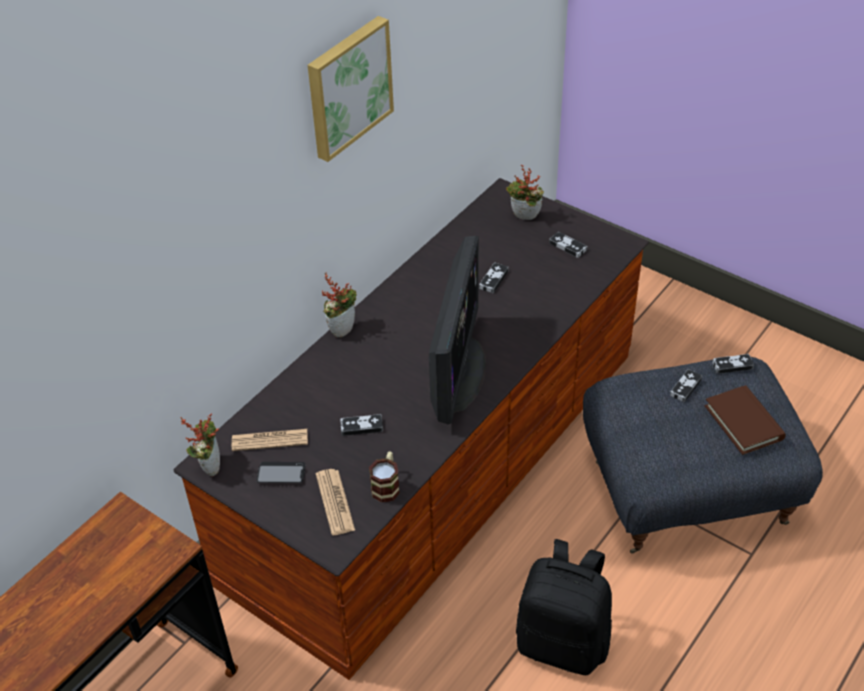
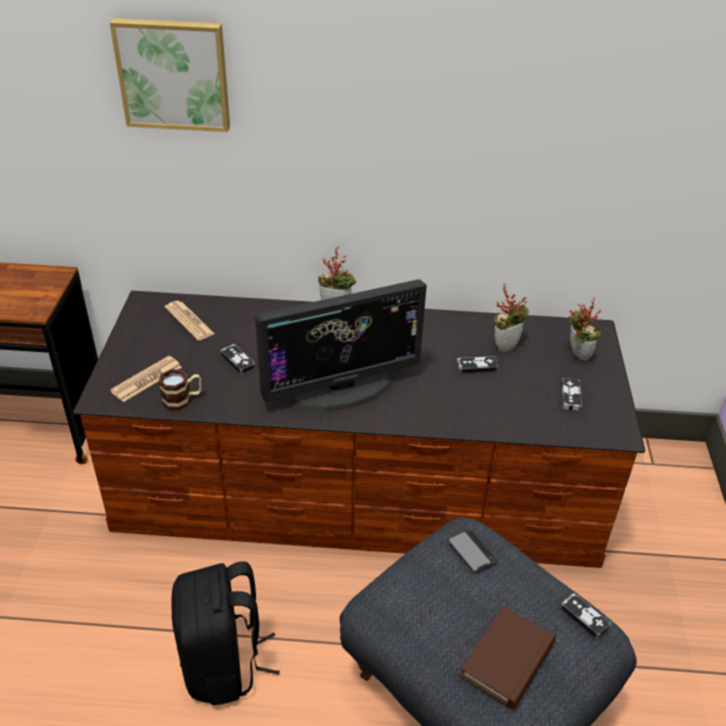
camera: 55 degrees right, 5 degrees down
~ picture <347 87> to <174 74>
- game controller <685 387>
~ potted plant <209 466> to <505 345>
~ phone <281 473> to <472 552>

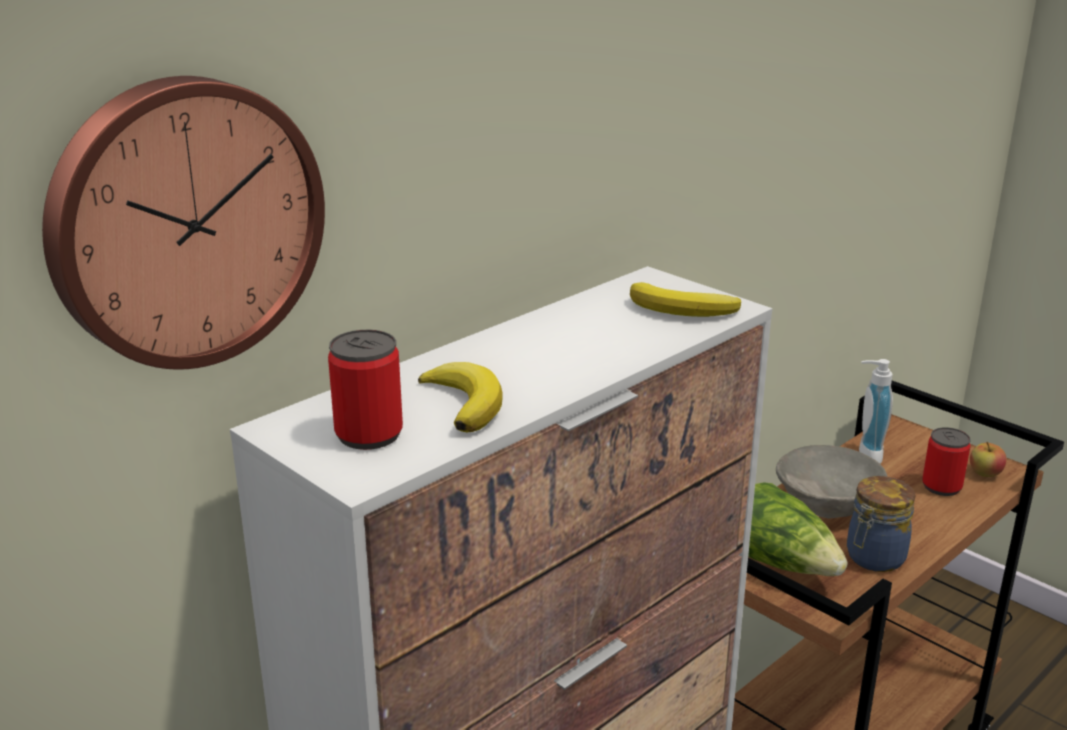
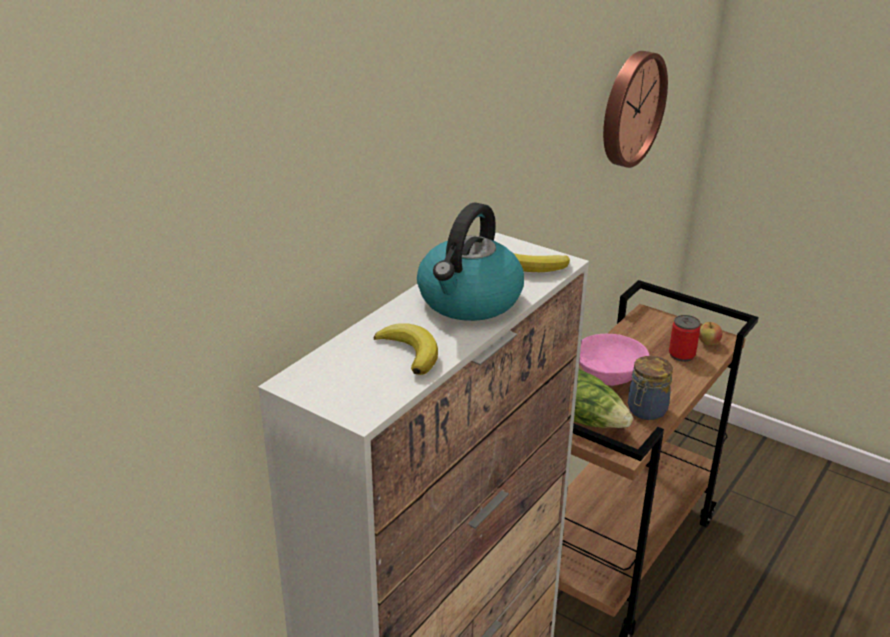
camera: 10 degrees left, 5 degrees up
~ wall clock <184 221> to <629 108>
- can <369 434>
- soap dispenser <865 454>
~ grey bowl <829 505> to pink bowl <610 375>
+ kettle <469 301>

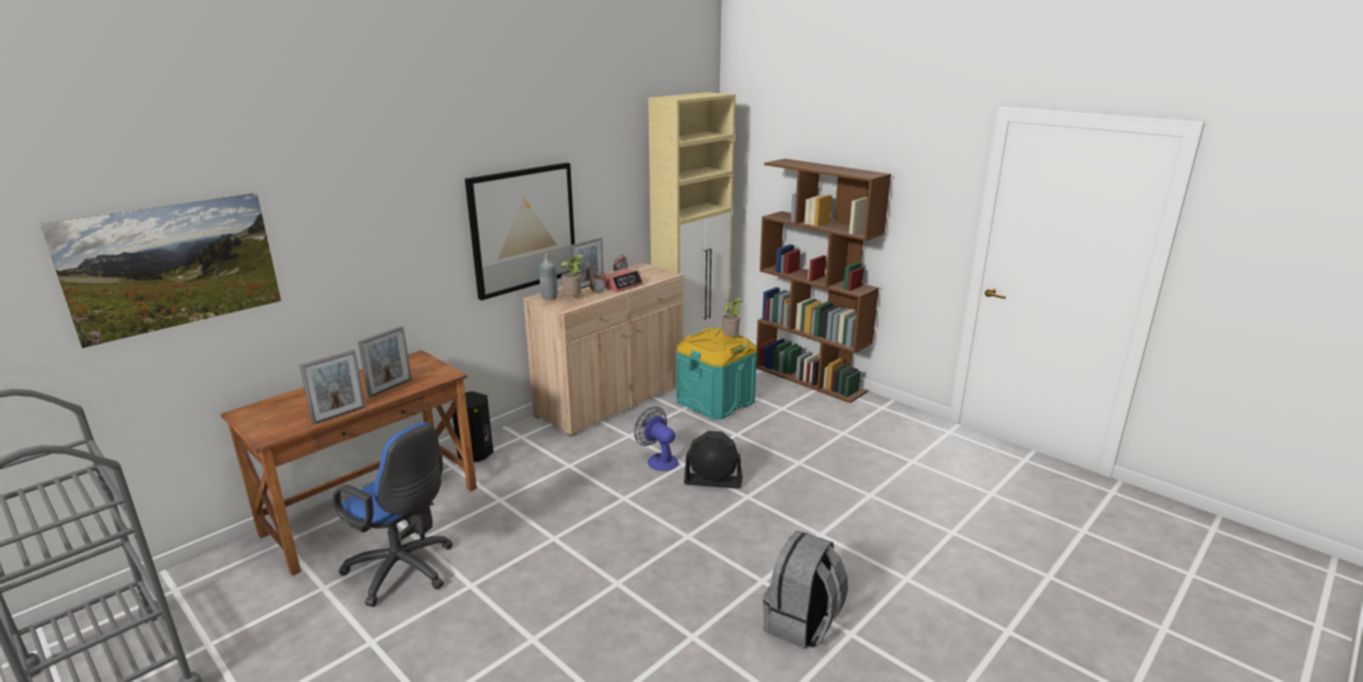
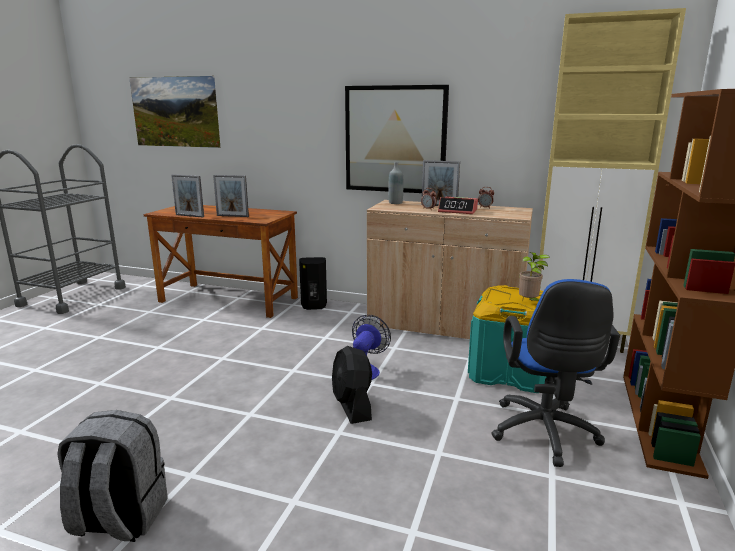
camera: 65 degrees right, 5 degrees down
- potted plant <574 299>
~ blue office chair <405 571> to <544 435>

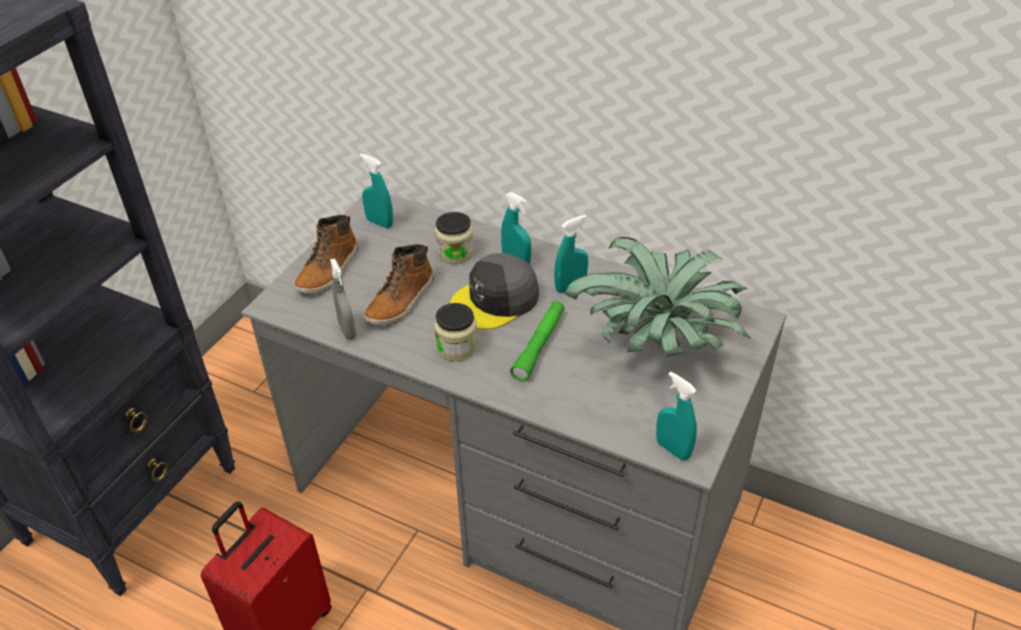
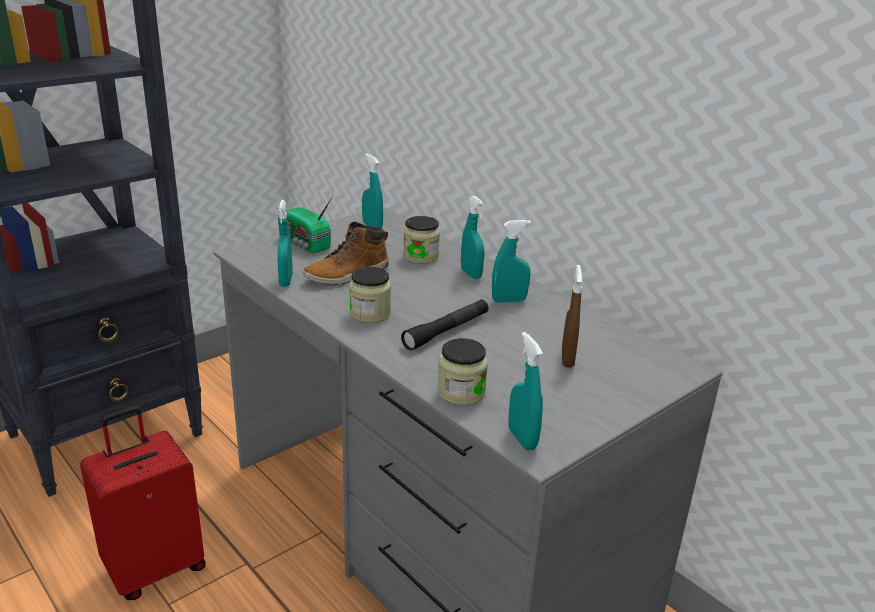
camera: 20 degrees right, 15 degrees down
~ boot <329 271> to radio <304 244>
~ potted plant <659 343> to brown spray bottle <567 359>
- grey cap <495 300>
~ grey spray bottle <347 330> to turquoise spray bottle <286 281>
~ green flashlight <539 345> to black flashlight <446 331>
+ jar <461 393>

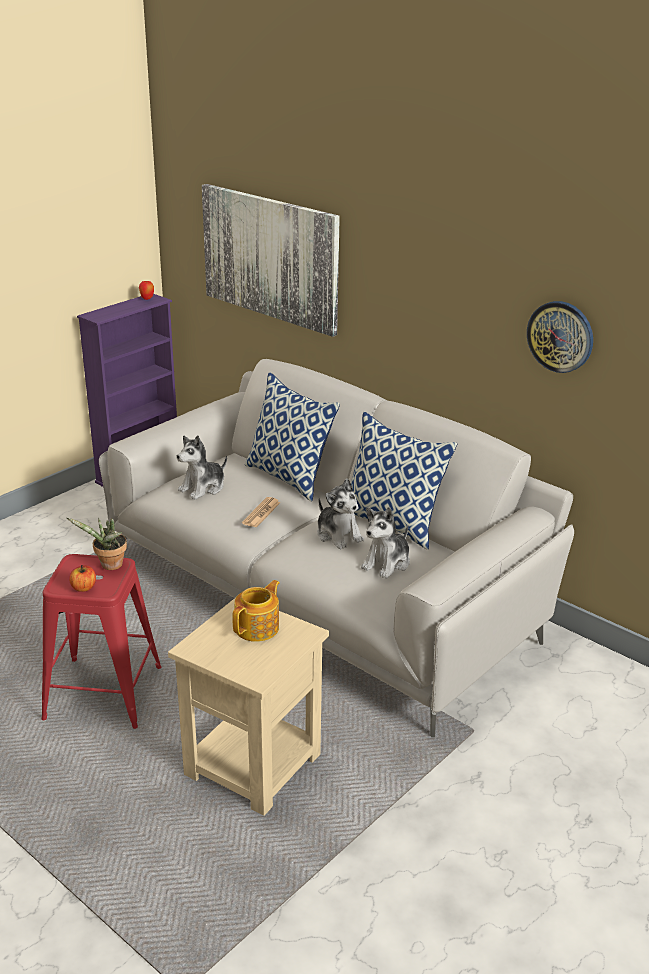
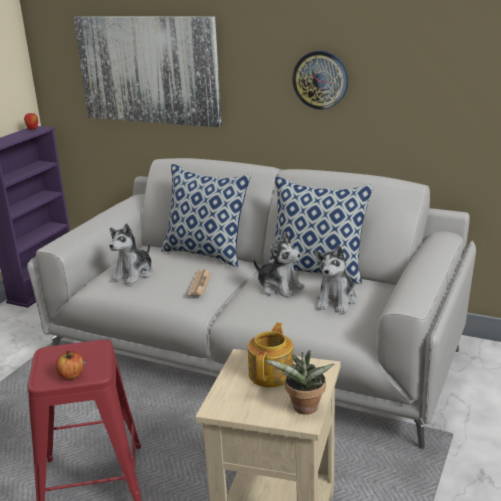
camera: 15 degrees left, 5 degrees down
~ wall clock <560 336> to <320 80>
~ potted plant <109 566> to <304 409>

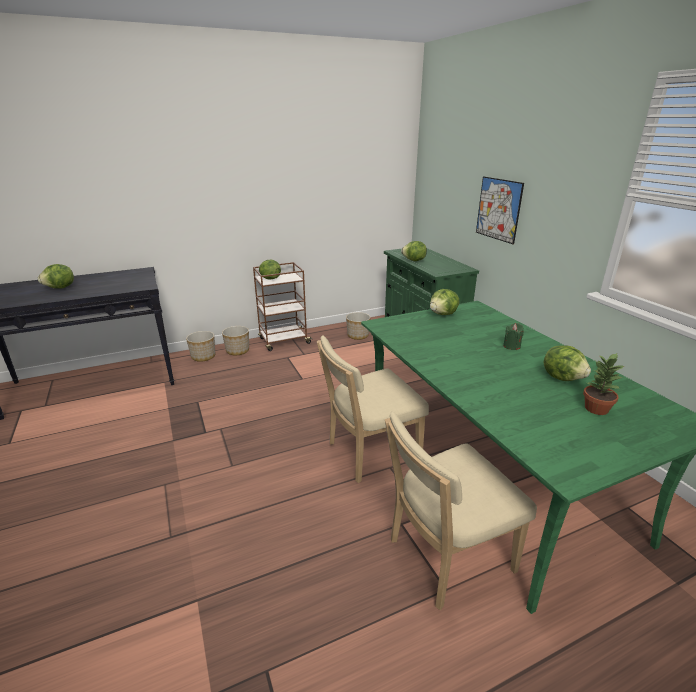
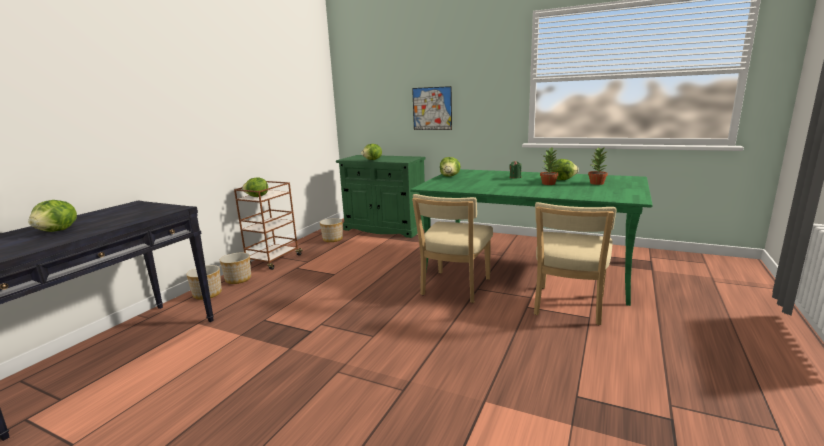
camera: 40 degrees left, 10 degrees down
+ potted plant <549 183>

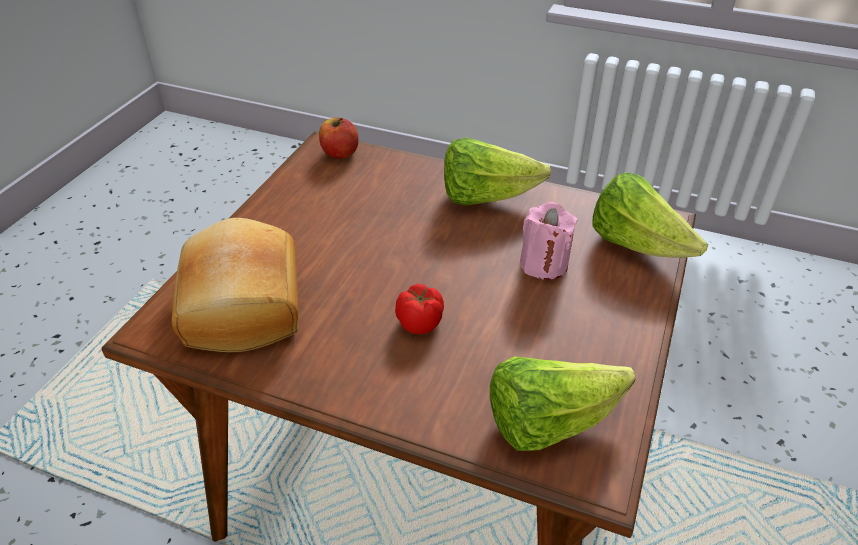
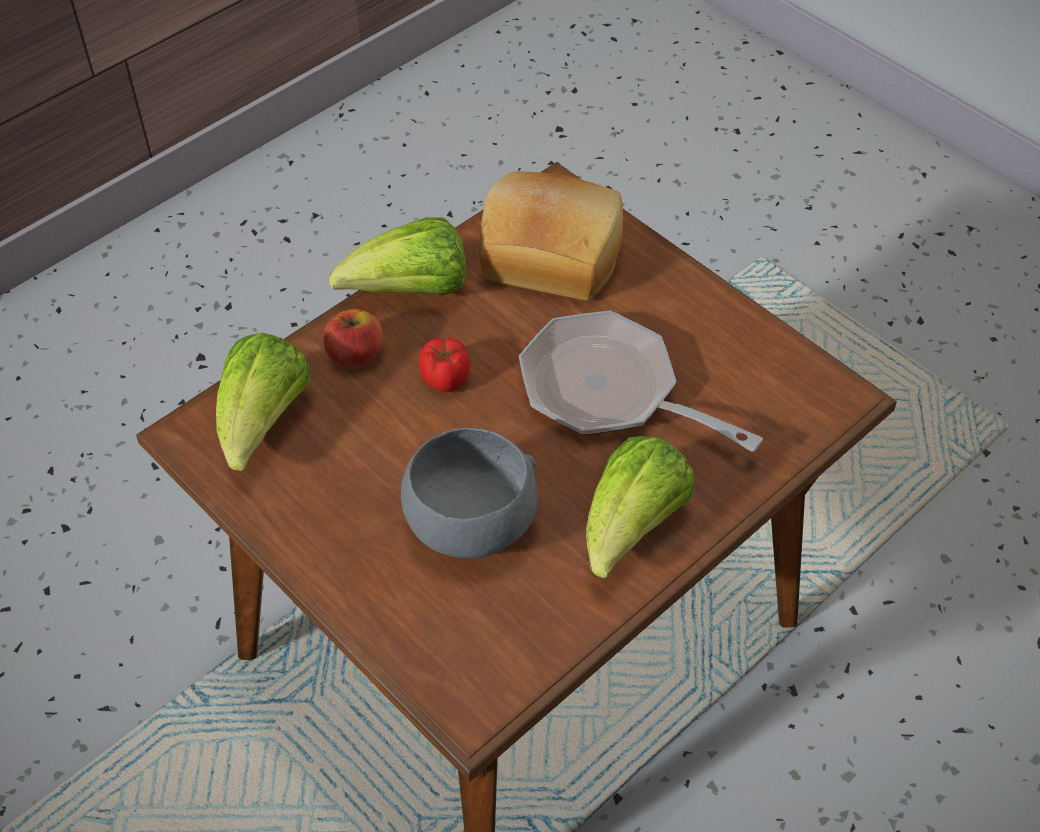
camera: 115 degrees right, 10 degrees up
~ apple <339 153> to <355 354>
~ lettuce <637 245> to <411 291>
~ pink candle <544 264> to grey bowl <468 526>
+ frying pan <610 391>

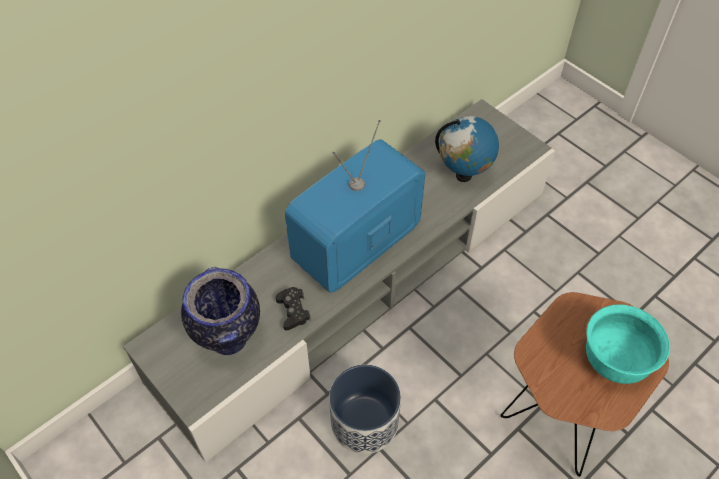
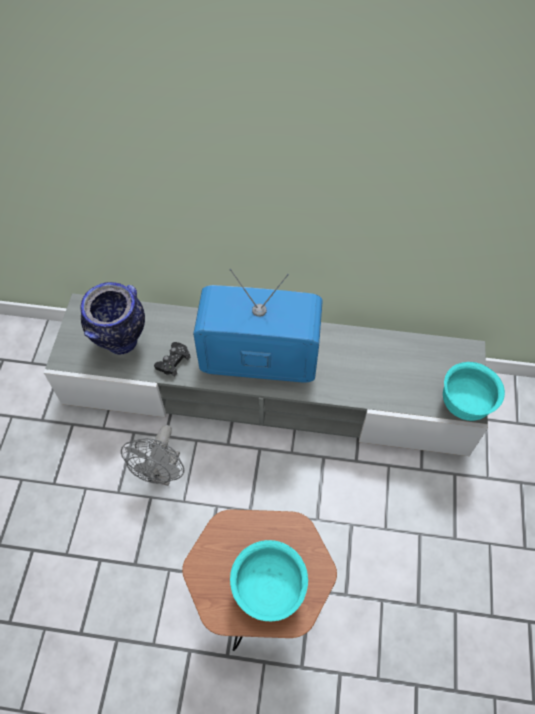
camera: 50 degrees right, 5 degrees up
- globe <463 175>
~ planter <364 421> to grey fan <162 473>
+ turquoise bowl <464 404>

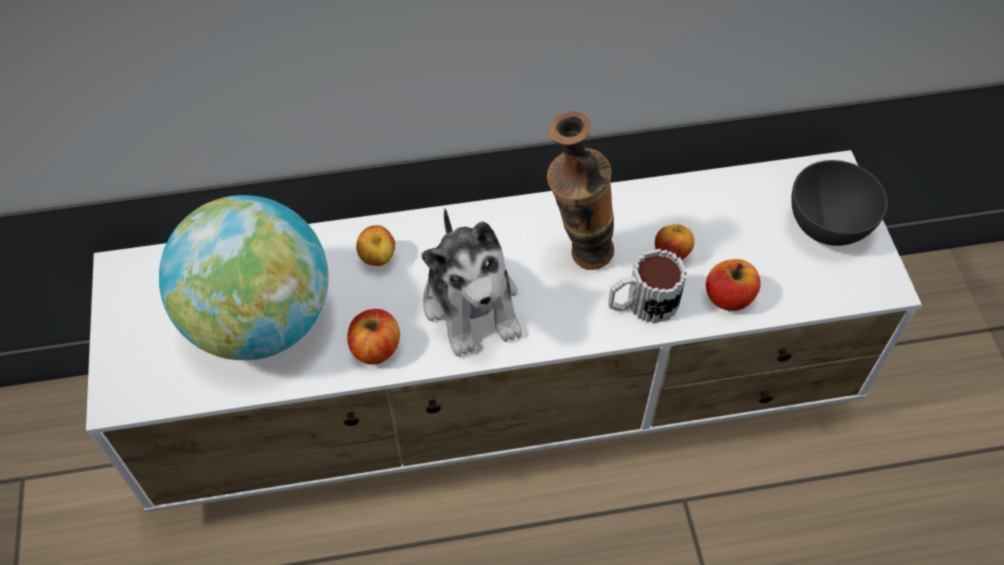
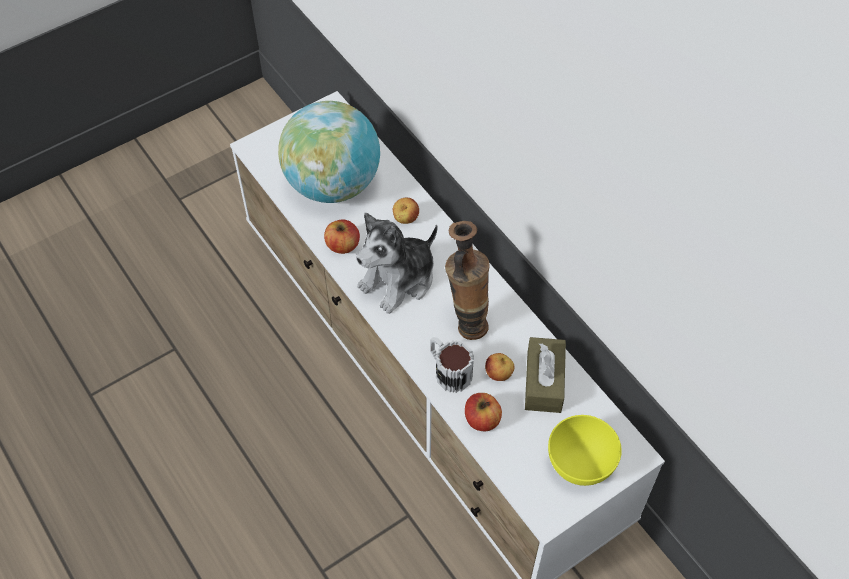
camera: 65 degrees right, 0 degrees up
~ grey bowl <826 225> to yellow bowl <580 463>
+ brown tissue box <544 382>

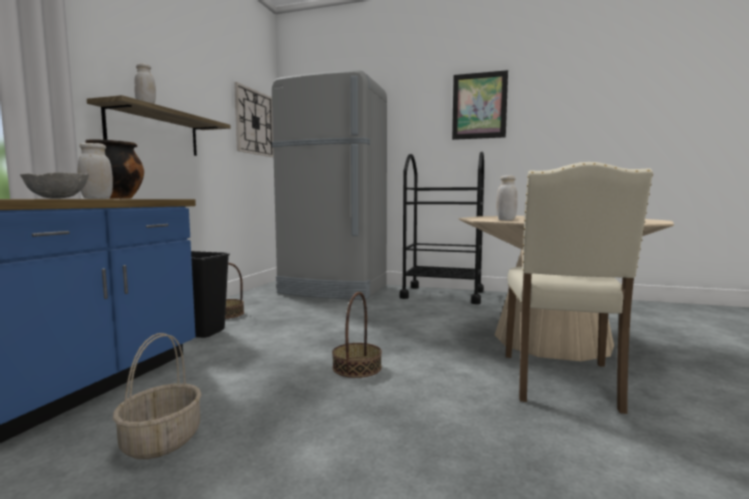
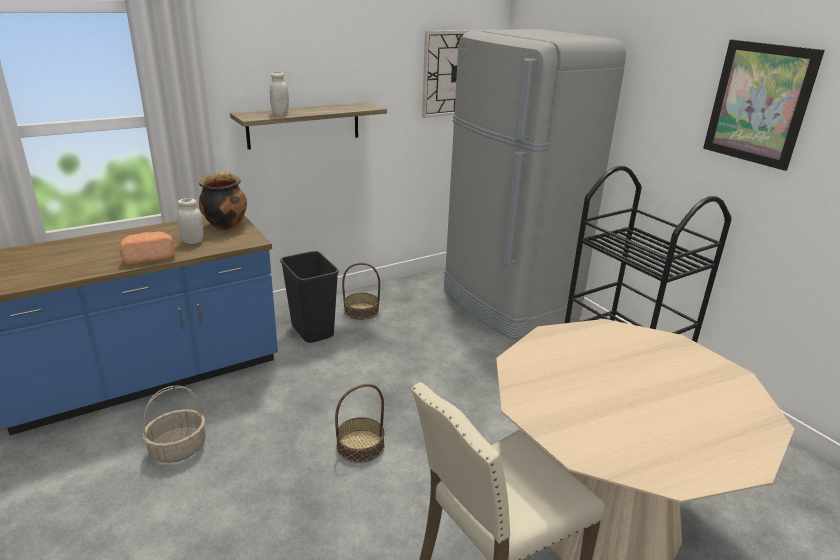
camera: 40 degrees right, 20 degrees up
~ grey bowl <58 198> to bread <149 257>
- white jar <506 220>

